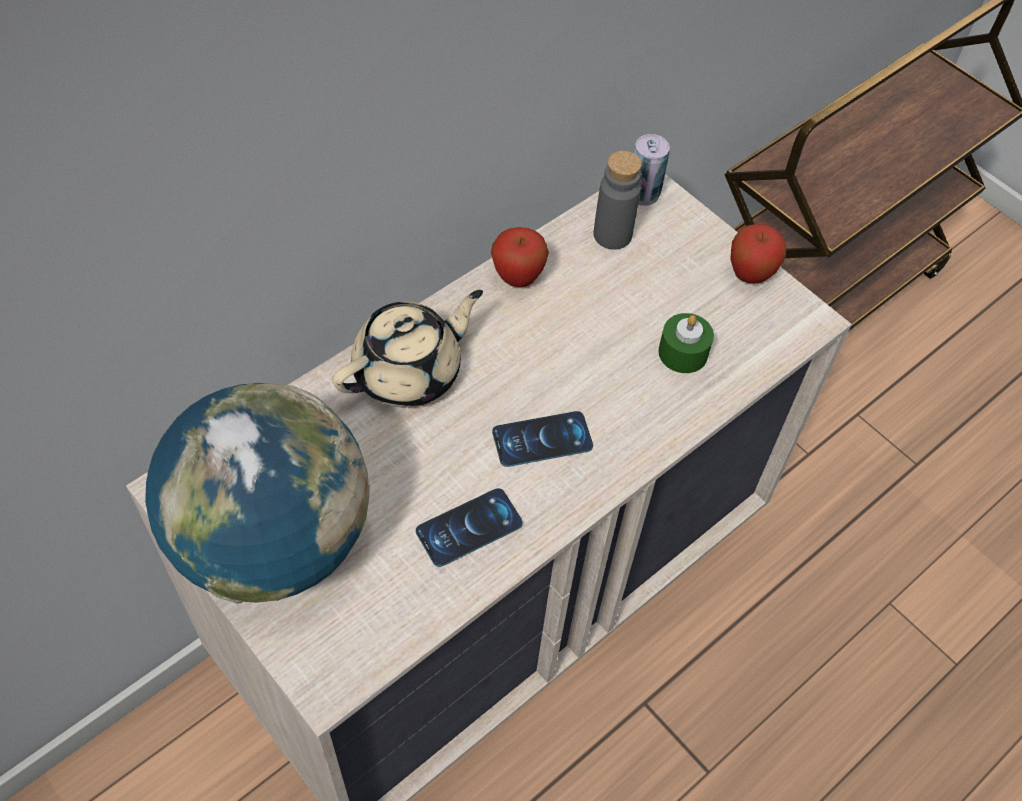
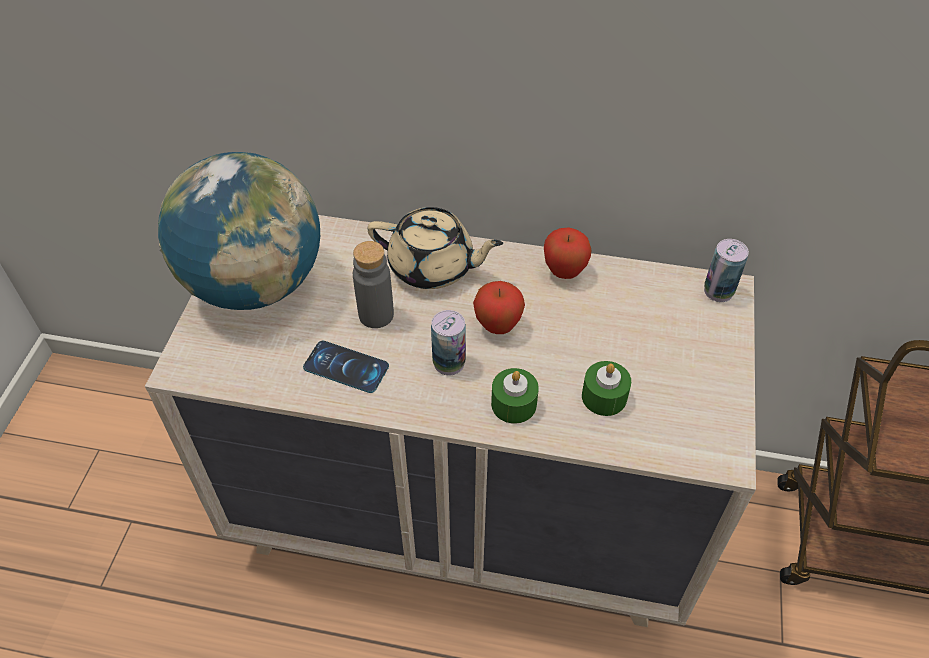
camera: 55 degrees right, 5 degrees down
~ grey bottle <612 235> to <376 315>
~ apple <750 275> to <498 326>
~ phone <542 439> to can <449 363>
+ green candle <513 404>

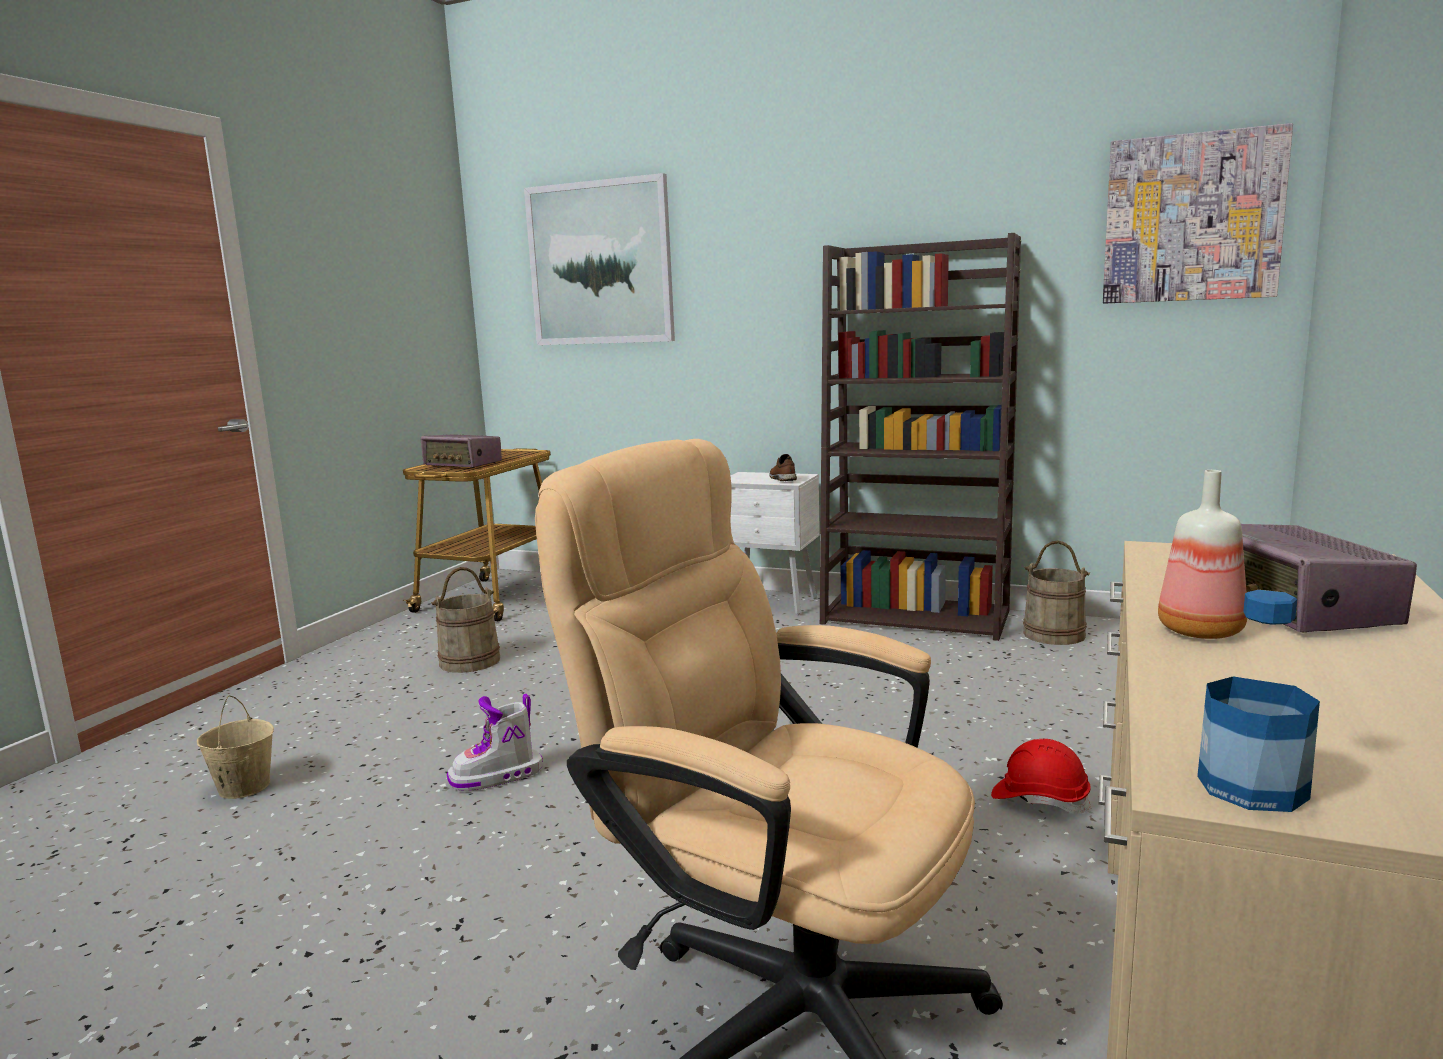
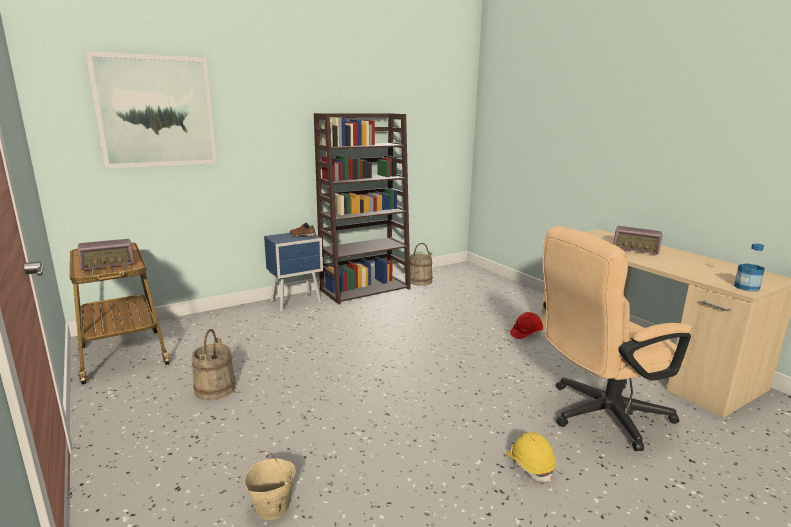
camera: 55 degrees left, 5 degrees up
- picture <1192 218>
- bottle <1202 632>
~ white nightstand <772 604> to blue nightstand <297 302>
- boot <497 776>
+ yellow hard hat <530 465>

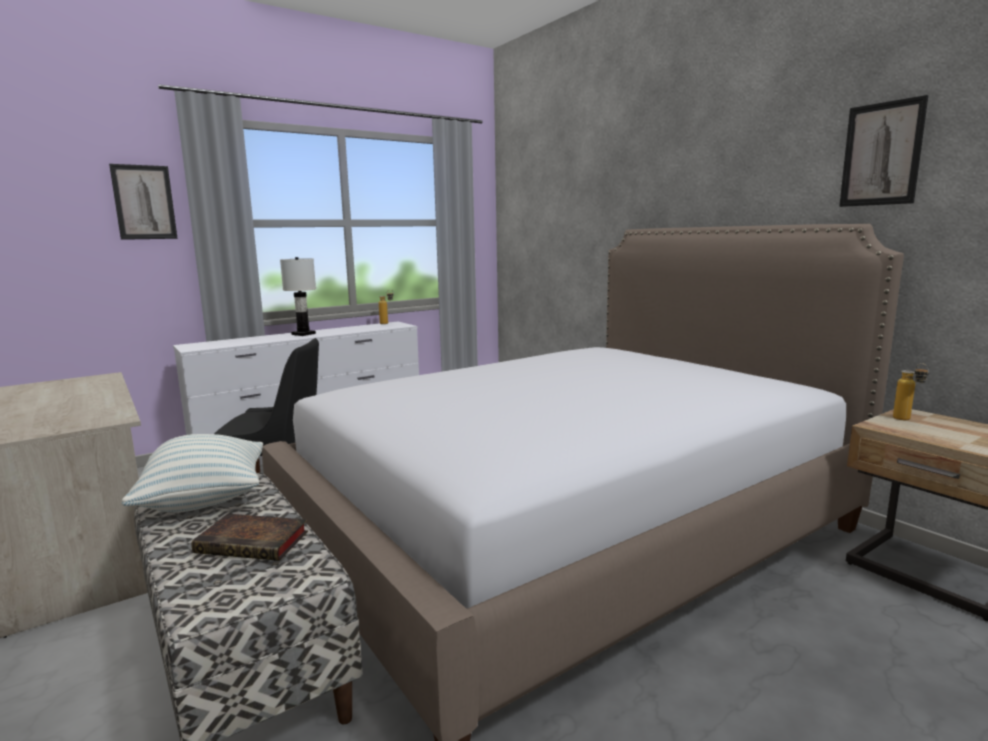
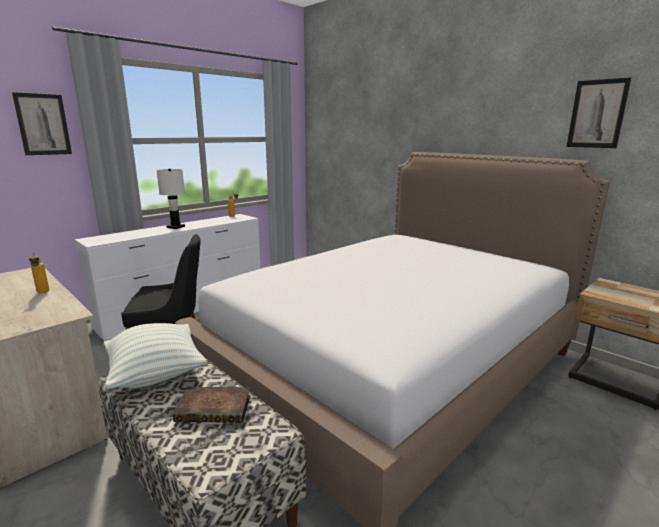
camera: 10 degrees left, 5 degrees up
~ bottle <907 420> to <42 293>

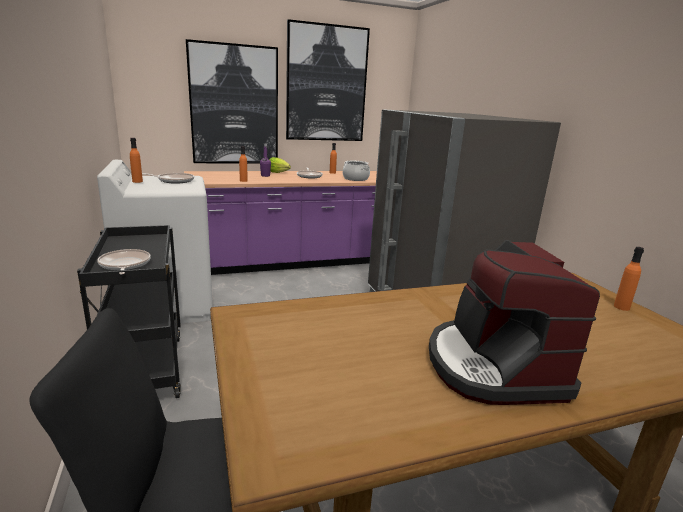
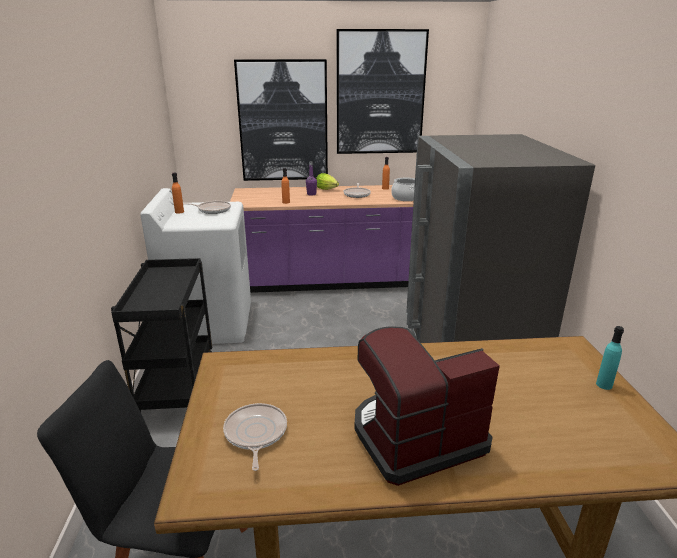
camera: 15 degrees right, 5 degrees up
~ coffee machine <493 366> = <415 437> 60 degrees clockwise
~ orange bottle <621 307> to turquoise bottle <604 385>
~ frying pan <124 265> to <255 434>

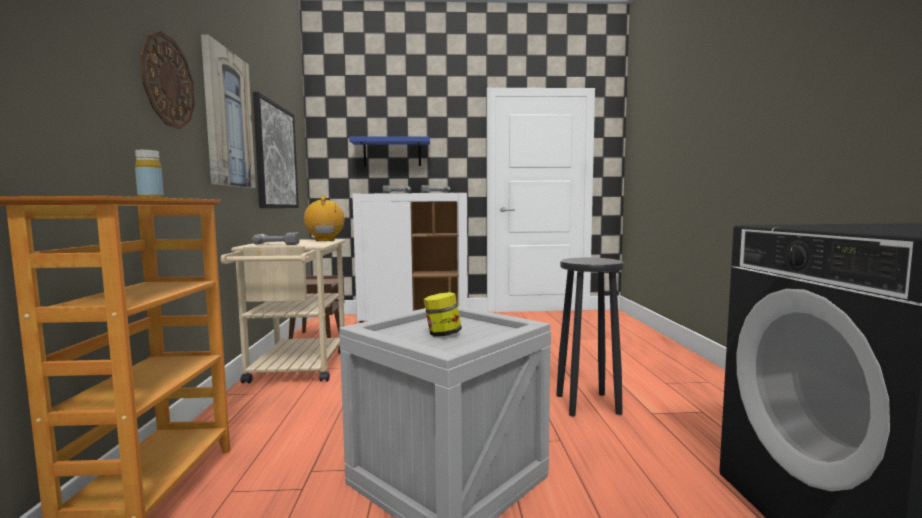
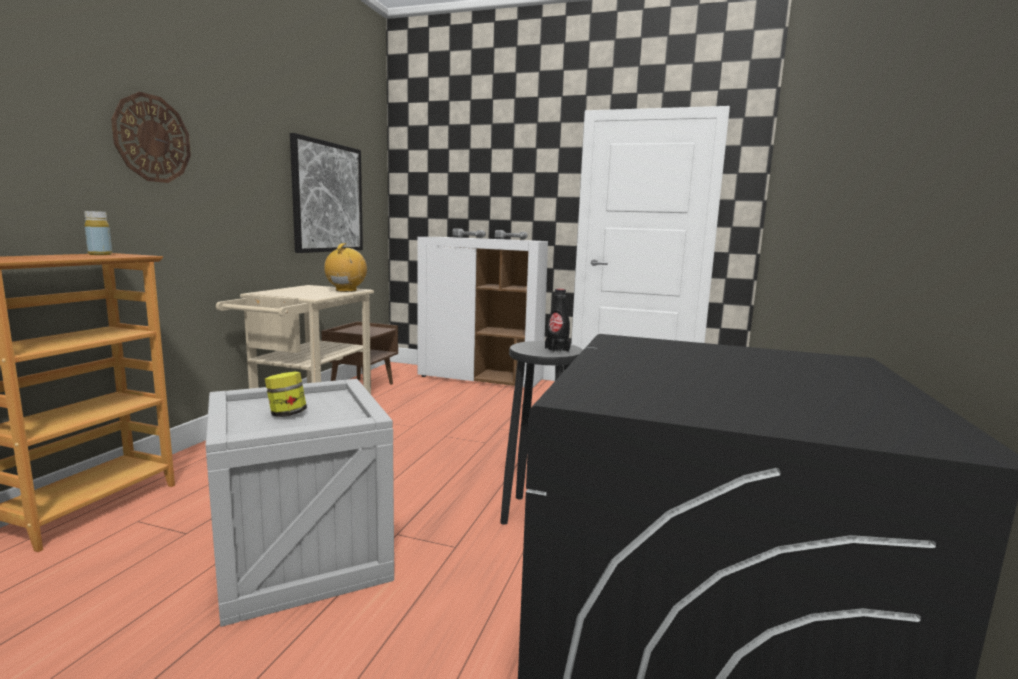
camera: 20 degrees right, 5 degrees up
- picture <227 119>
- blue shelf <392 153>
- power drill <278 244>
+ black bottle <557 350>

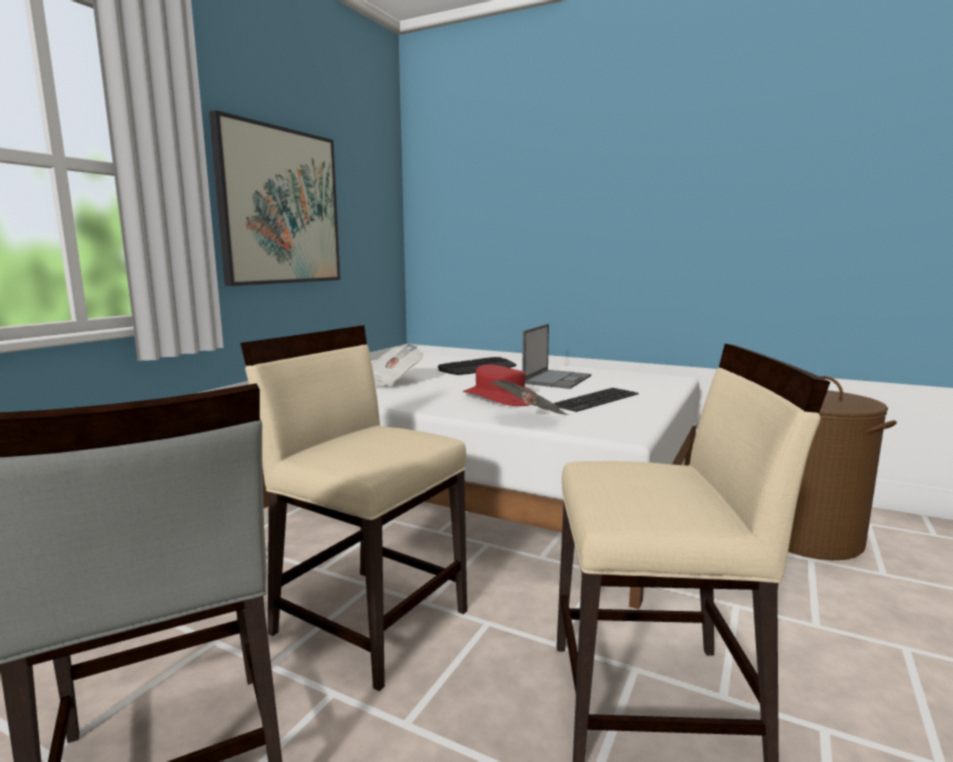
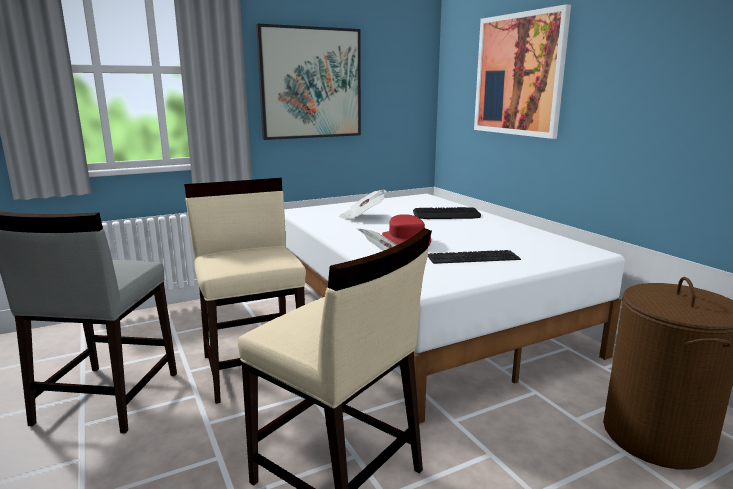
camera: 35 degrees right, 5 degrees up
- laptop <557 379>
+ picture <518 75>

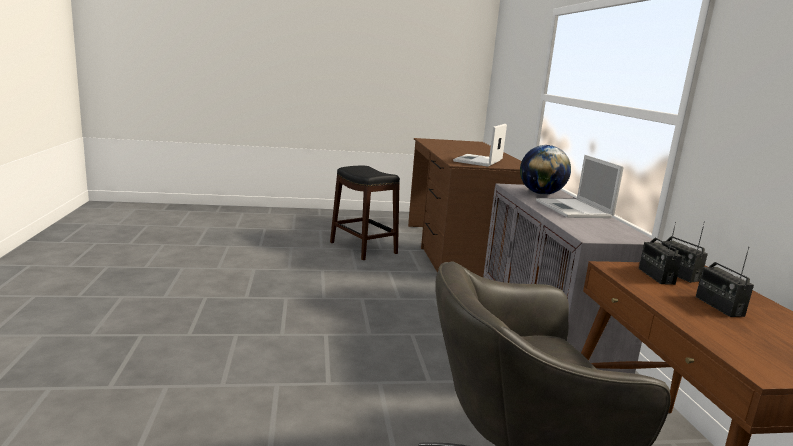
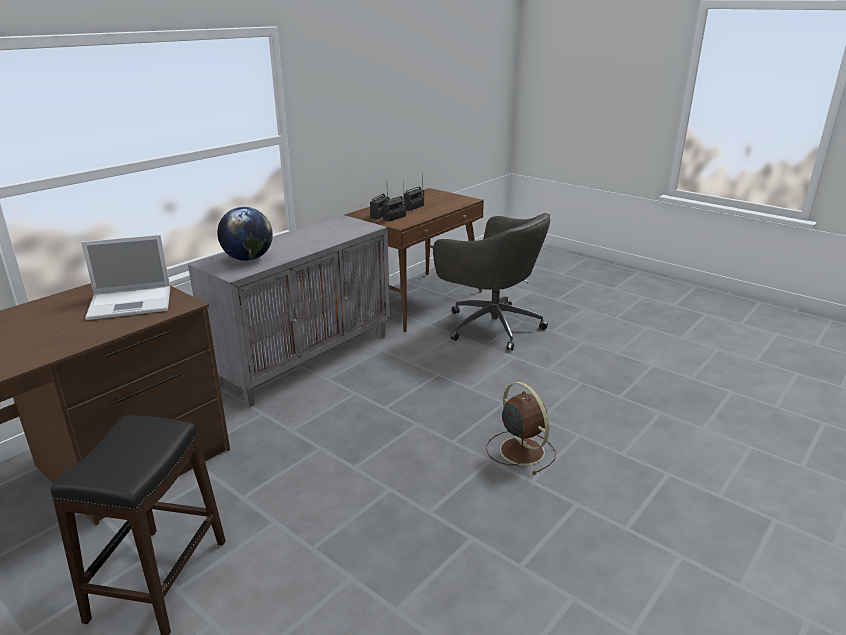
camera: 130 degrees left, 10 degrees up
- laptop <574 209>
+ brown fan <520 450>

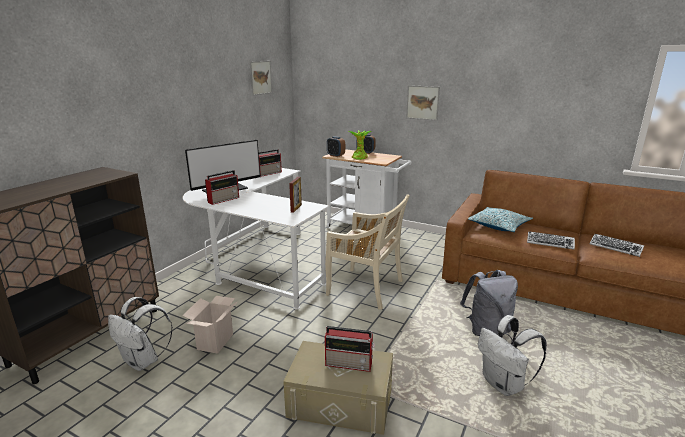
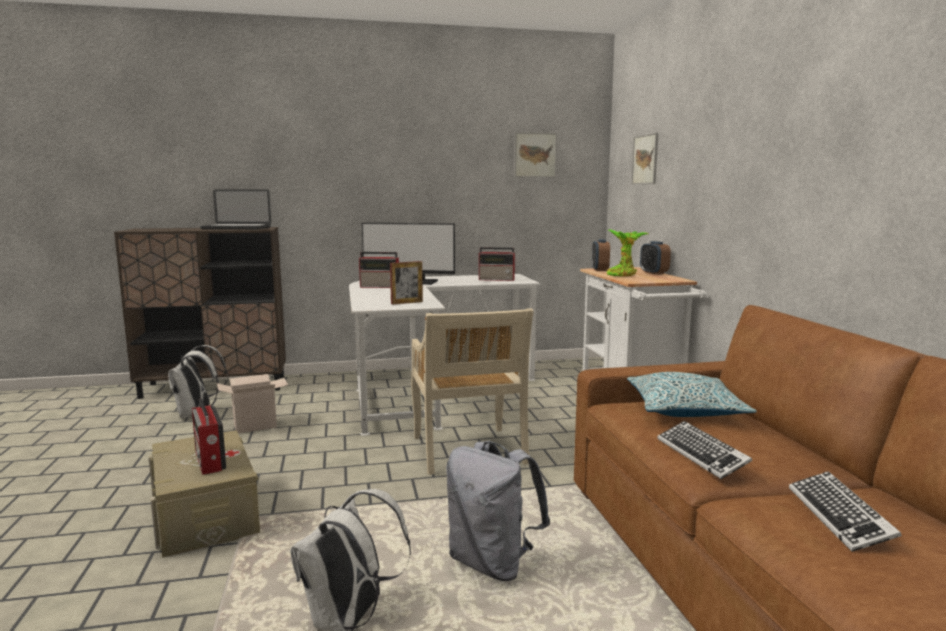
camera: 50 degrees right, 10 degrees down
~ picture <422 102> to <645 159>
+ laptop <236 228>

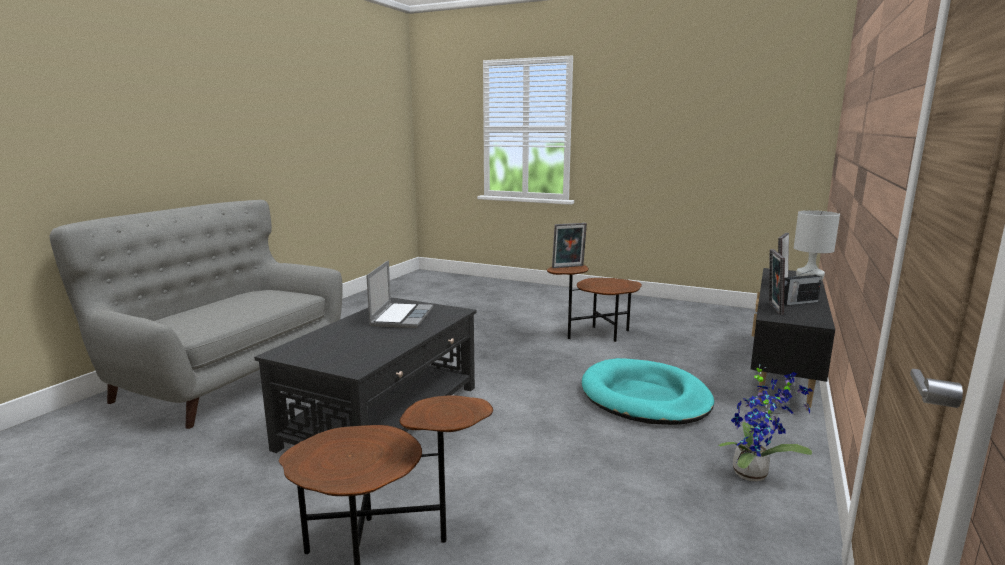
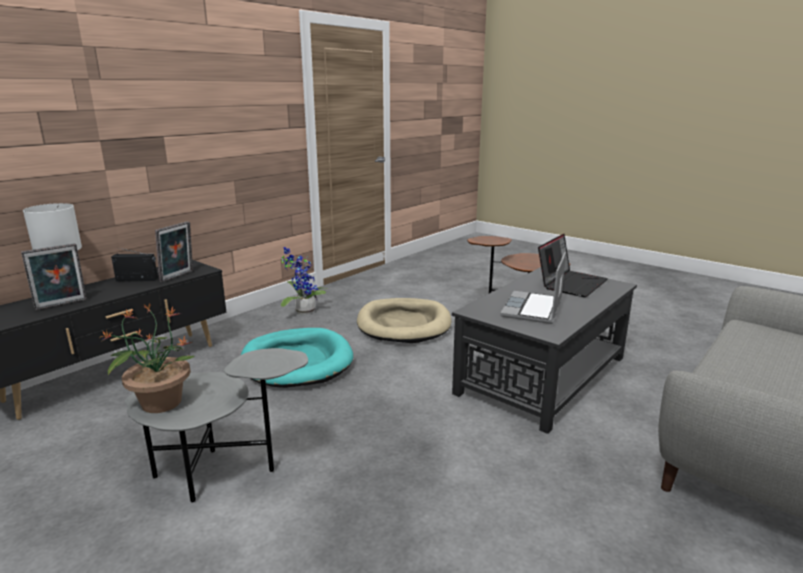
camera: 165 degrees left, 5 degrees up
- picture frame <568 267>
~ brown side table <595 335> to grey side table <221 472>
+ laptop <571 283>
+ beige dog bed <404 324>
+ potted plant <160 402>

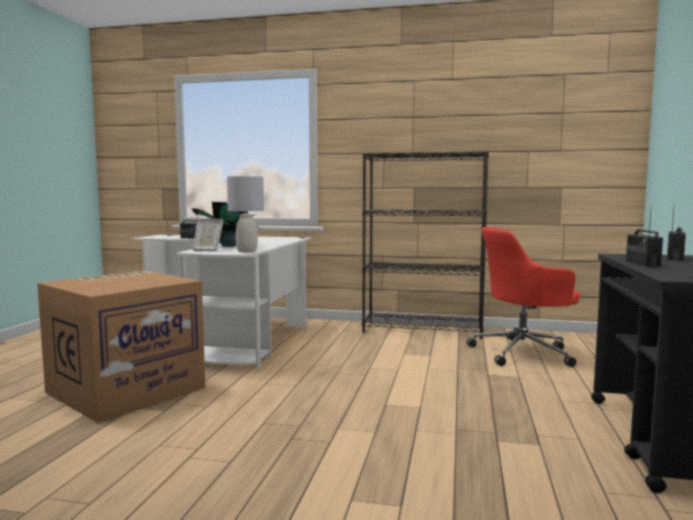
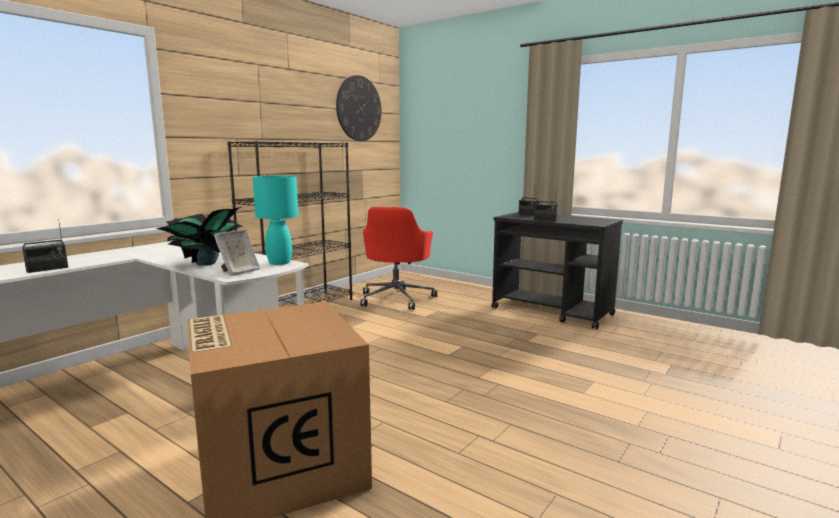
camera: 65 degrees left, 5 degrees up
~ grey table lamp <247 251> to turquoise table lamp <280 262>
+ wall clock <359 108>

